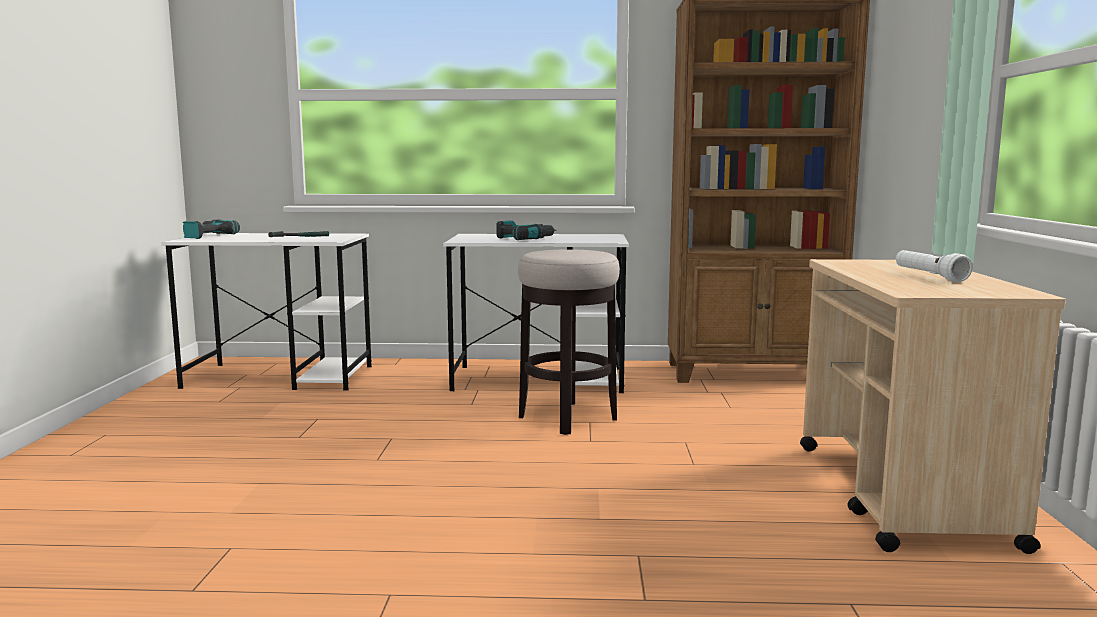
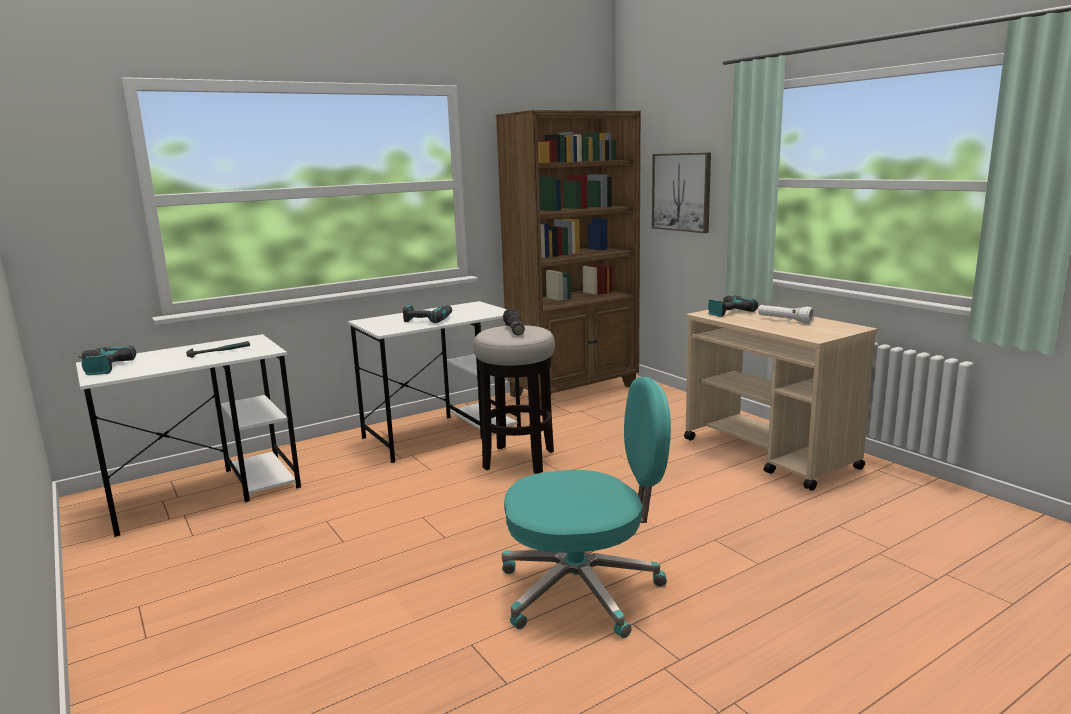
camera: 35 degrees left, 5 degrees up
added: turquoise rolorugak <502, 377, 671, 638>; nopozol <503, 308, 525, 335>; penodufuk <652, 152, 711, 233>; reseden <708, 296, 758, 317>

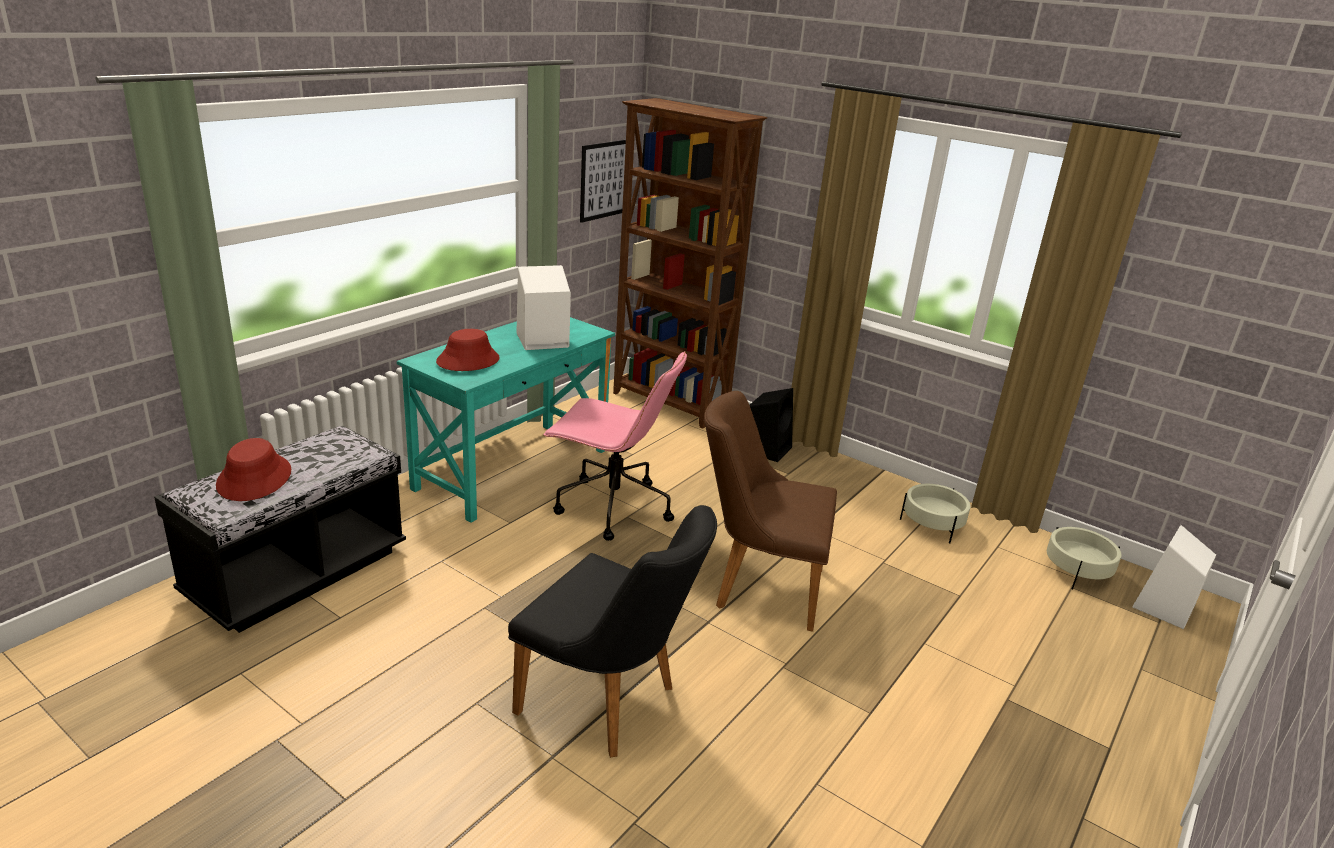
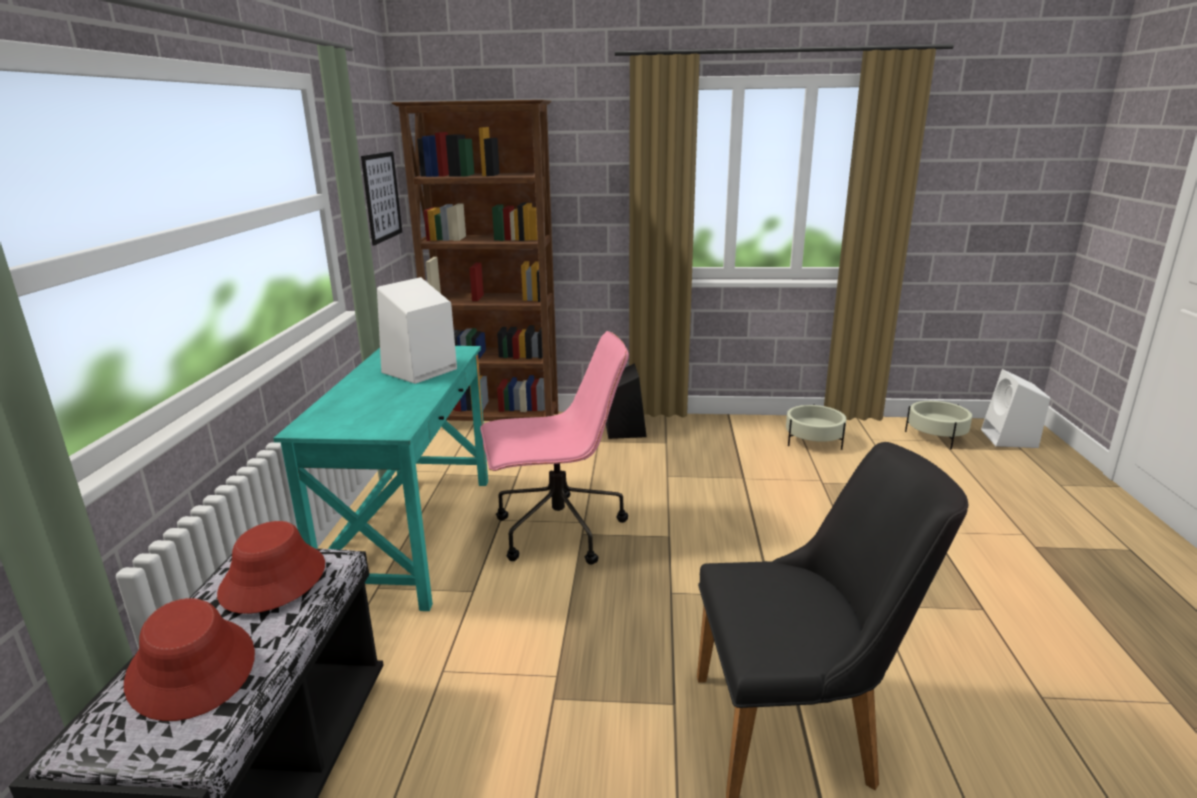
camera: 30 degrees left, 5 degrees down
removed: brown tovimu <704, 391, 837, 632>
moved: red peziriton <436, 329, 500, 371> to <217, 521, 325, 614>

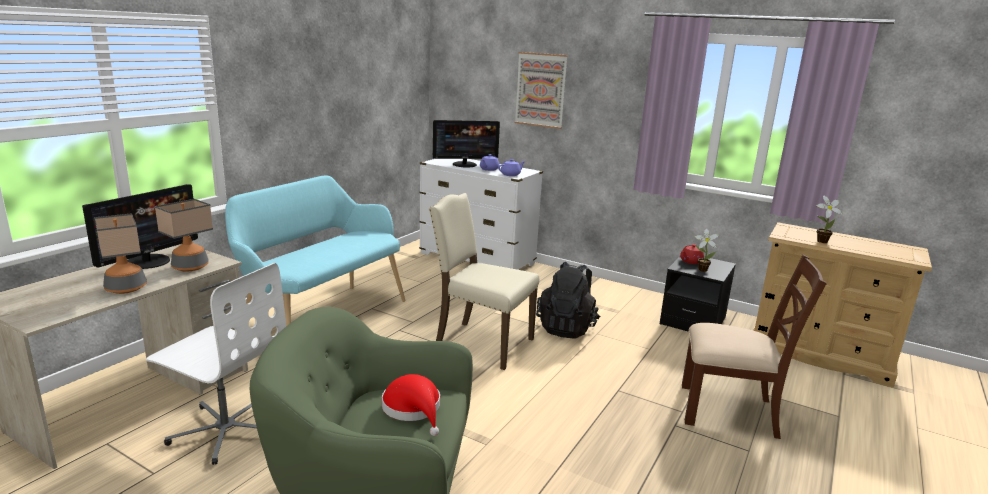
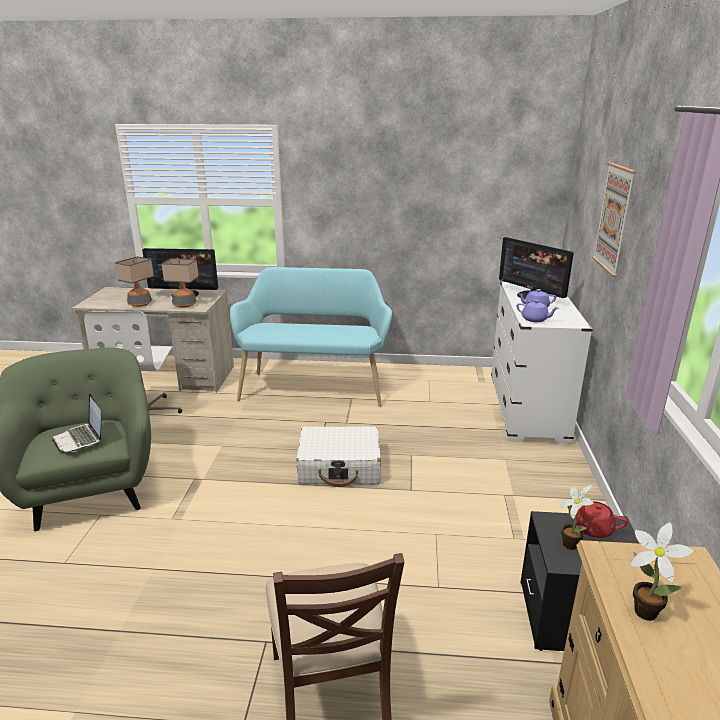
camera: 65 degrees right, 5 degrees up
removed: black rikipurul <536, 262, 600, 339>
replaced: red peziriton <382, 374, 440, 436> to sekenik <52, 393, 101, 452>; beige tovimu <429, 193, 540, 370> to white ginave <296, 426, 381, 487>

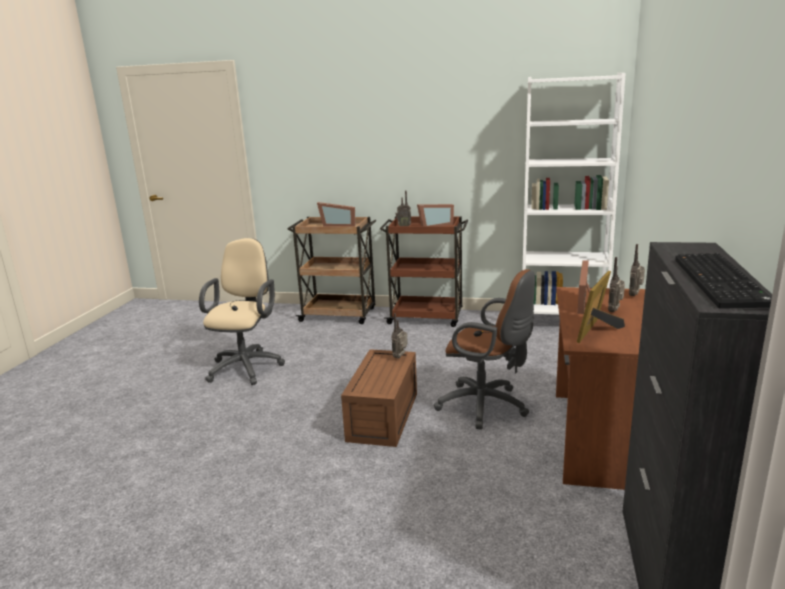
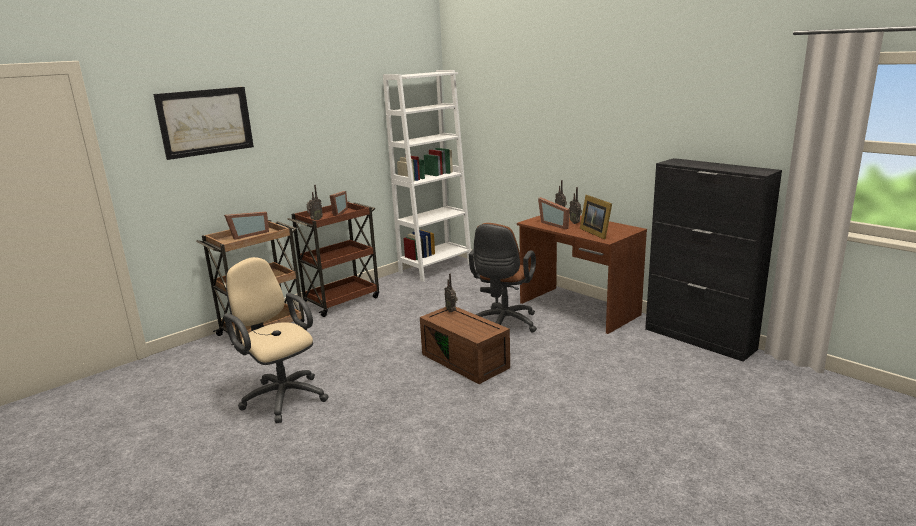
camera: 55 degrees left, 0 degrees up
removed: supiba <675, 253, 772, 309>
added: penodufuk <153, 87, 254, 160>
turned: brown rolorugak <434, 269, 535, 429> = <469, 223, 537, 333> 135 degrees clockwise

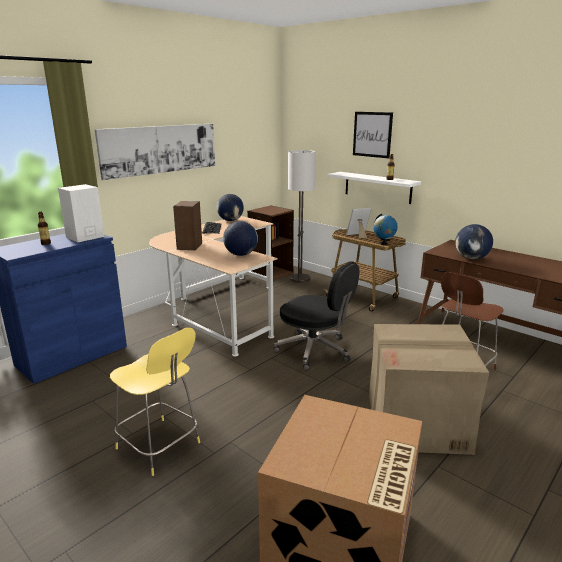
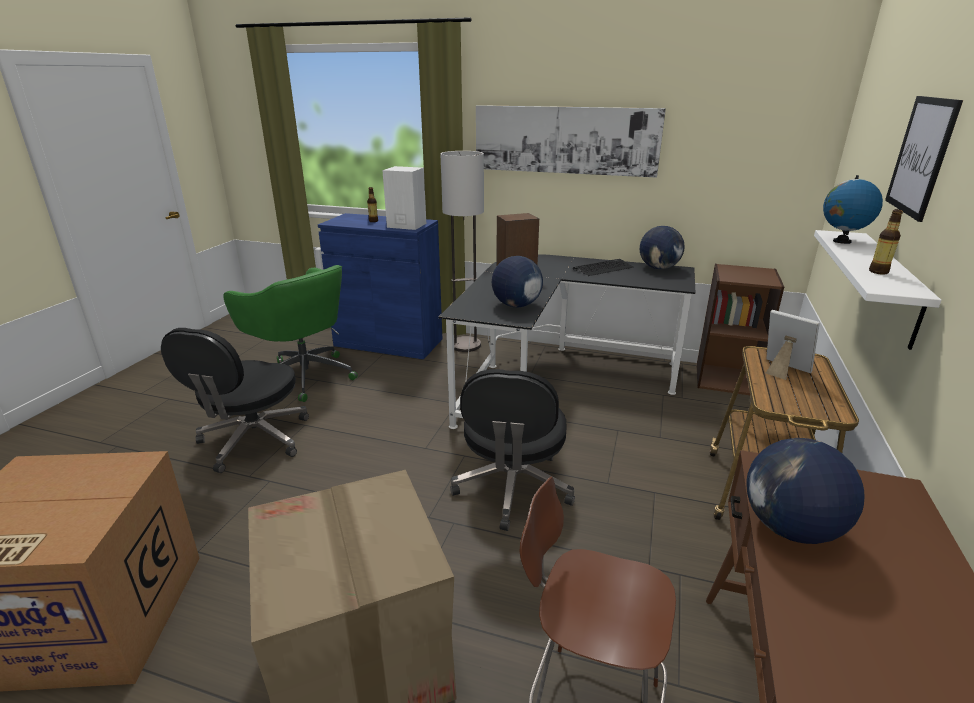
camera: 65 degrees right, 5 degrees up
added: green rolorugak <223, 265, 358, 402>
moved: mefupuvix <288, 150, 316, 283> to <440, 151, 484, 352>; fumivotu <373, 214, 398, 245> to <823, 175, 883, 244>
replaced: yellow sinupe <110, 328, 200, 476> to black rolorugak <161, 328, 309, 473>
recoloured: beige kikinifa <149, 216, 277, 356> to black kikinifa <439, 254, 696, 429>

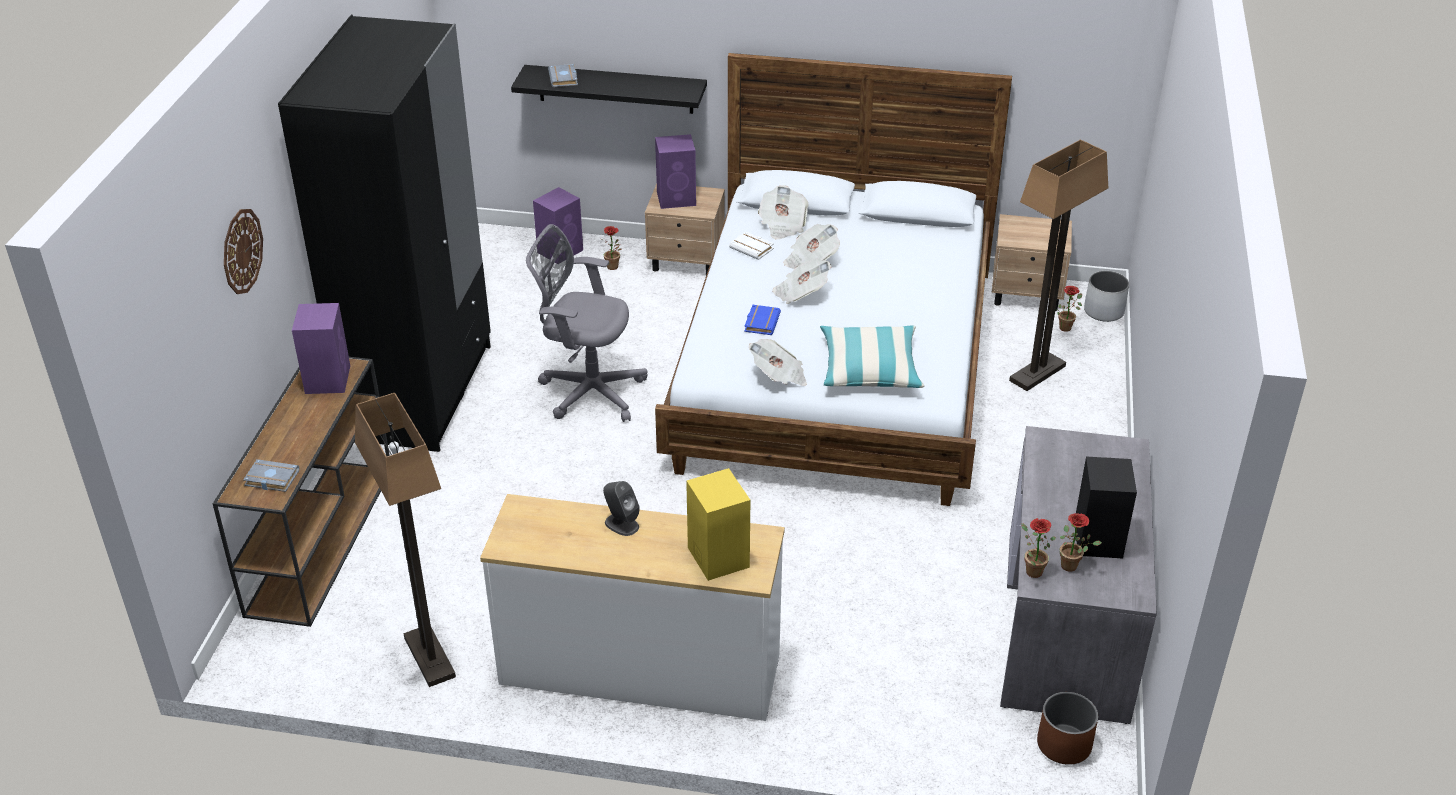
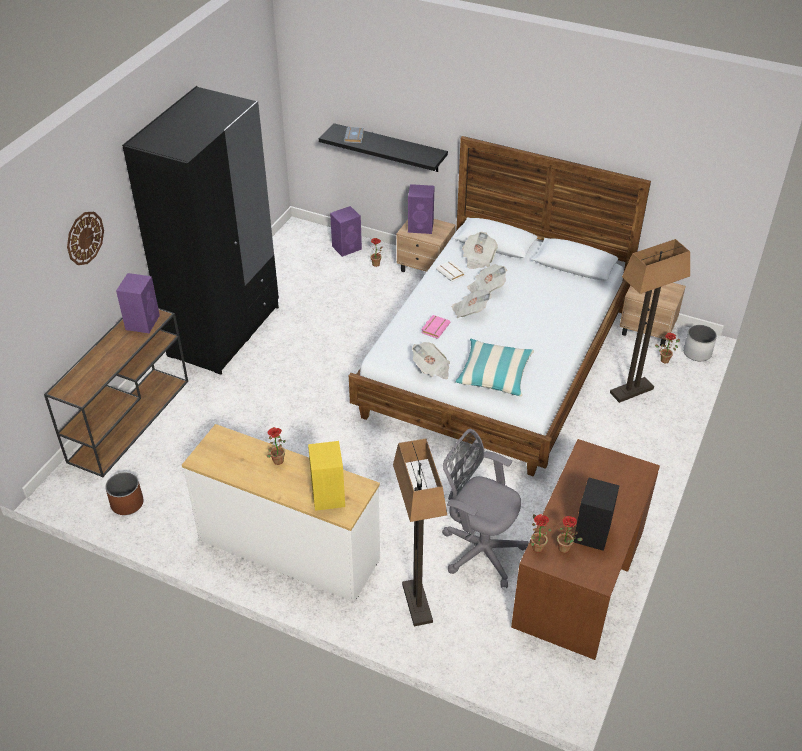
camera: 15 degrees right, 5 degrees up
removed: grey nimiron <243, 459, 299, 492>
moved: mefupuvix <355, 393, 456, 687> to <393, 438, 447, 626>; grey rolorugak <526, 224, 647, 422> to <442, 429, 529, 588>; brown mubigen <1037, 692, 1098, 765> to <105, 472, 144, 515>
replaced: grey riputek <603, 481, 640, 536> to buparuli <267, 427, 286, 465>
recoloured: blue nimiron <744, 305, 781, 335> to pink nimiron <421, 315, 450, 339>; grey kikinifa <1000, 426, 1157, 724> to brown kikinifa <511, 439, 660, 660>

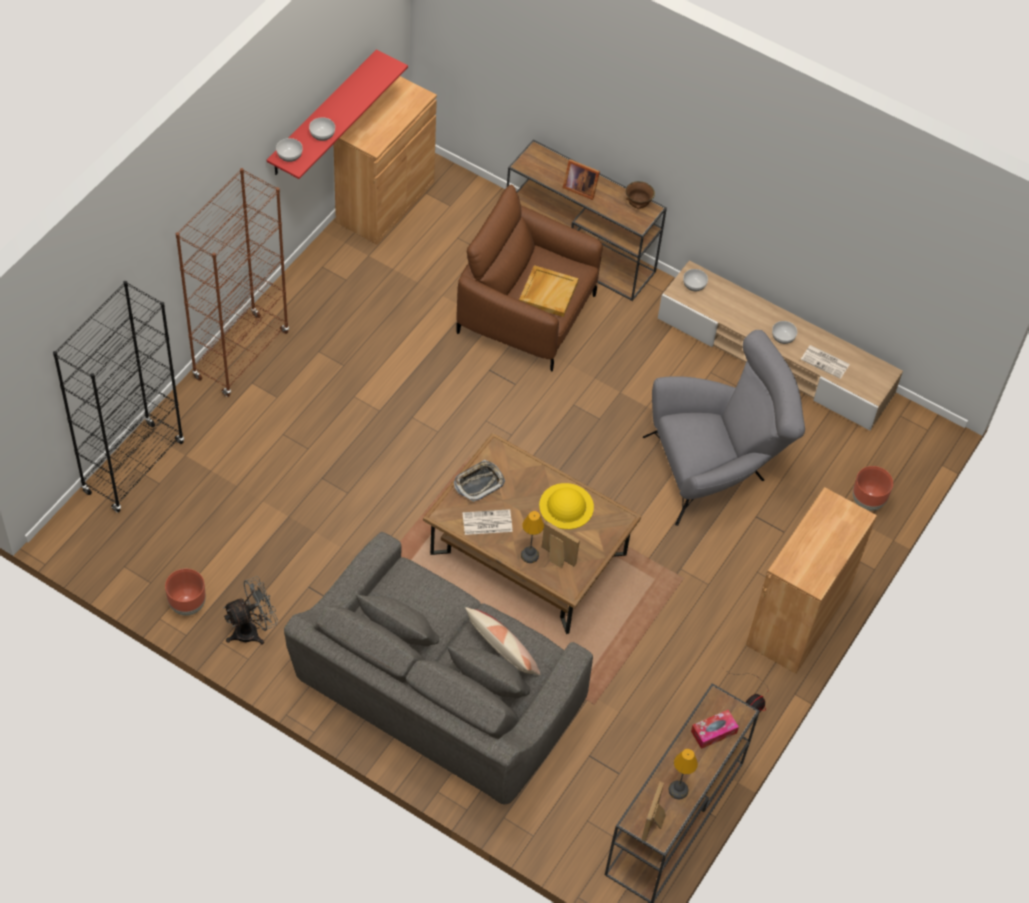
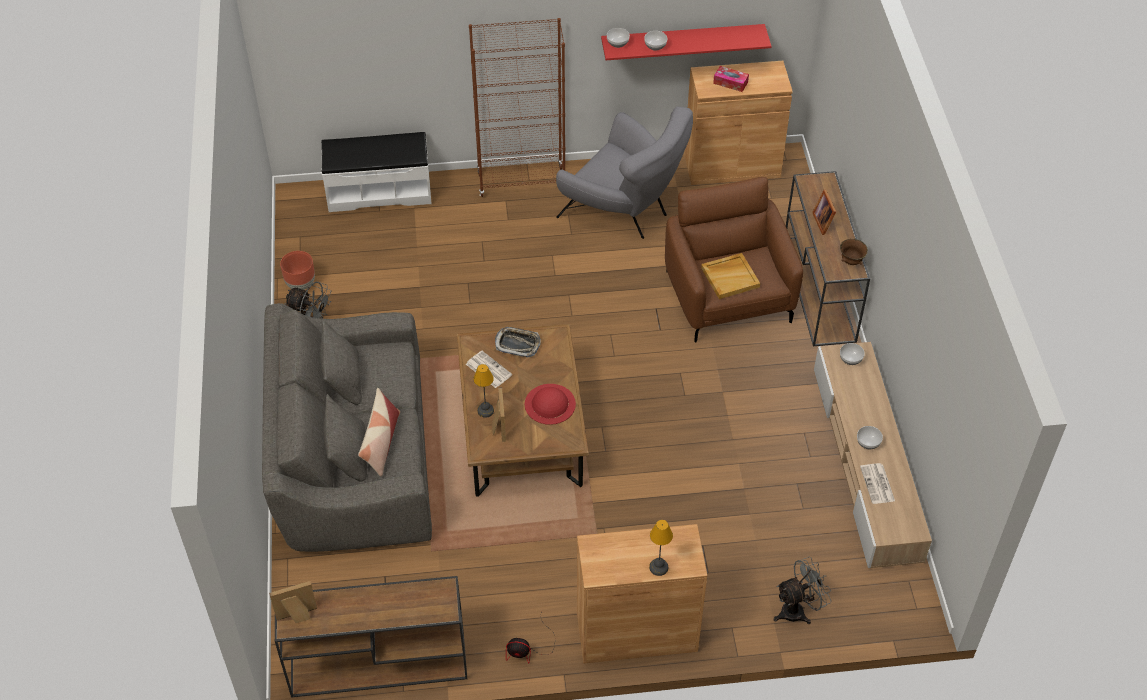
camera: 55 degrees right, 5 degrees down
moved: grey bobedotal <643, 330, 805, 526> to <556, 107, 693, 239>; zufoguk <669, 749, 698, 799> to <649, 520, 673, 576>; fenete <691, 710, 739, 749> to <713, 66, 749, 92>
replaced: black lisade <53, 281, 184, 513> to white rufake <321, 132, 431, 212>; brown mubigen <853, 466, 893, 511> to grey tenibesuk <774, 557, 832, 624>
recoloured: yellow peziriton <539, 483, 594, 529> to red peziriton <525, 384, 576, 425>

